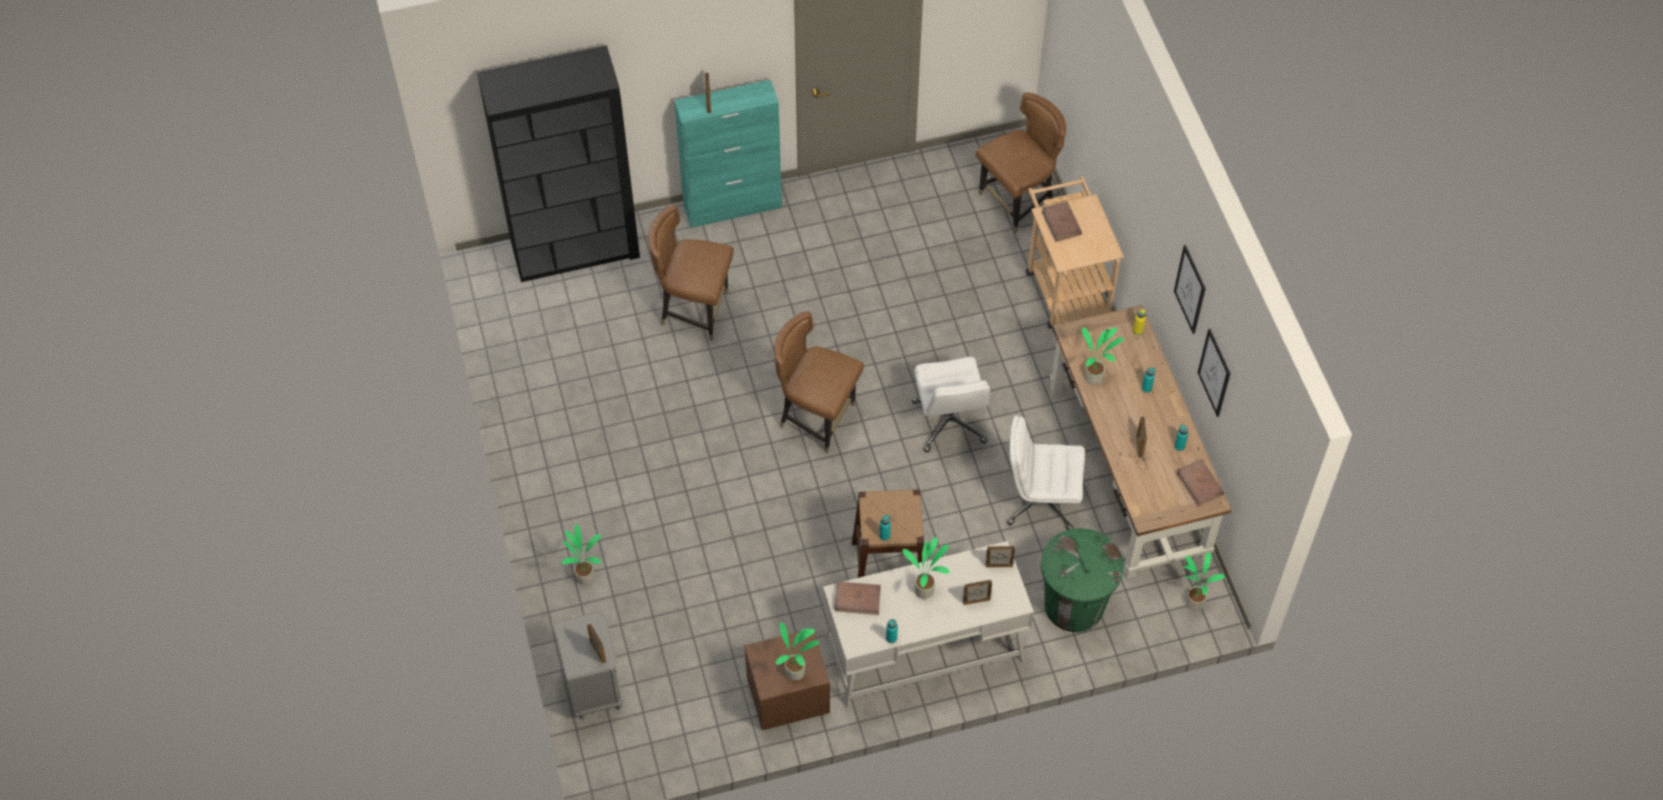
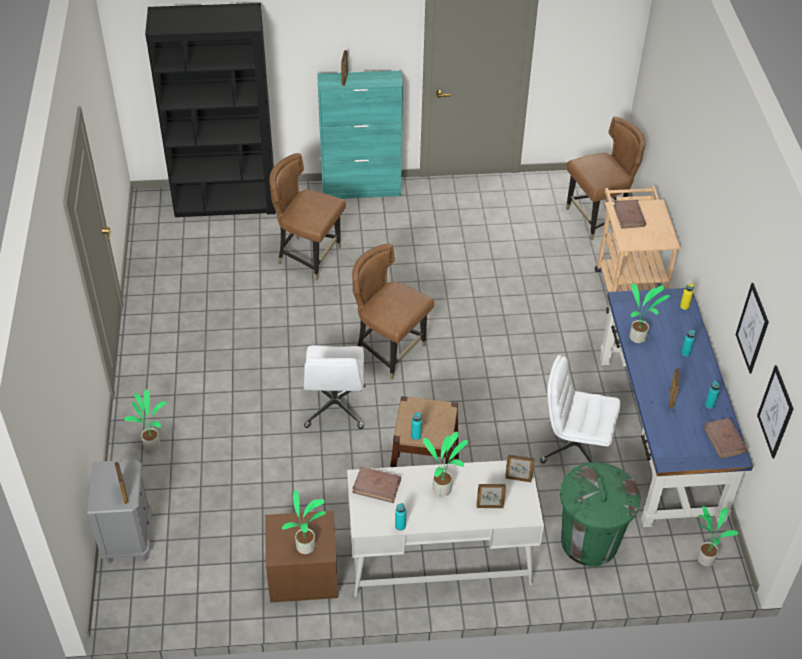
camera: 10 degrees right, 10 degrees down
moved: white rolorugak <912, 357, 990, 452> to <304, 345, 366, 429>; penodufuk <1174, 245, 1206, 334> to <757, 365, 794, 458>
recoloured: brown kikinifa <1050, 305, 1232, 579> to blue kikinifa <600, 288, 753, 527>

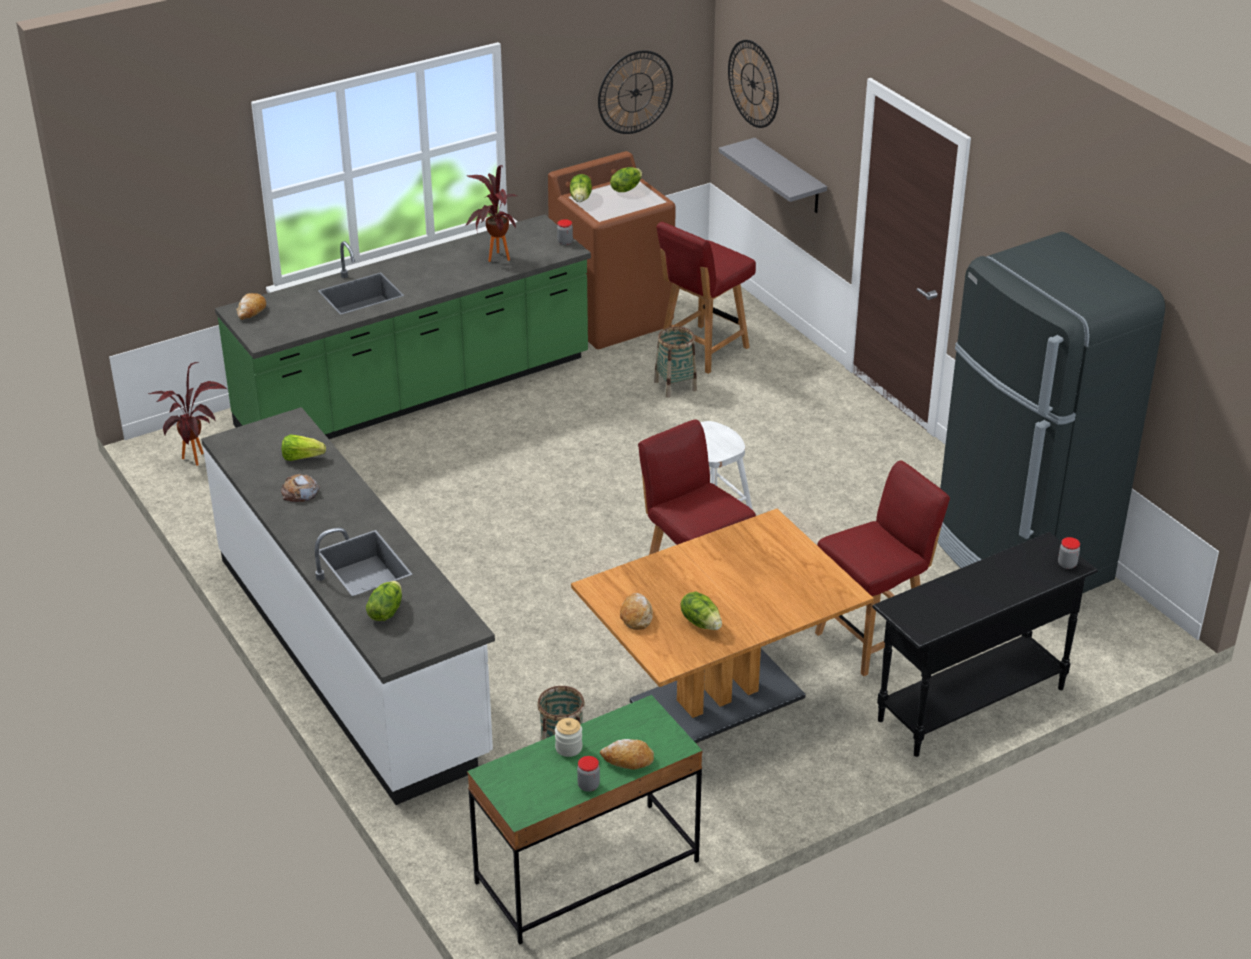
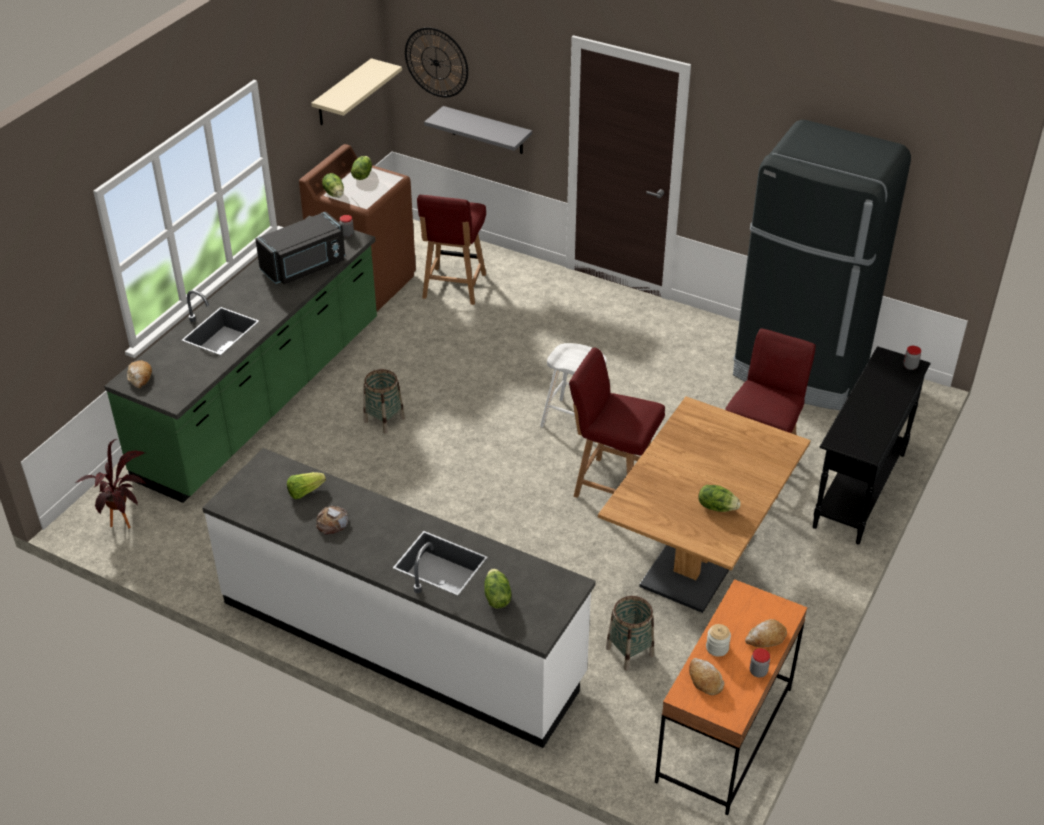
camera: 30 degrees left, 5 degrees up
moved: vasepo <620, 593, 653, 630> to <689, 658, 724, 695>; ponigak <654, 326, 697, 398> to <363, 369, 405, 434>
replaced: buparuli <465, 165, 517, 262> to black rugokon <255, 211, 345, 284>; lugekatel <598, 50, 673, 134> to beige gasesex <311, 58, 402, 125>
recoloured: green kikinifa <467, 695, 703, 944> to orange kikinifa <655, 579, 808, 815>

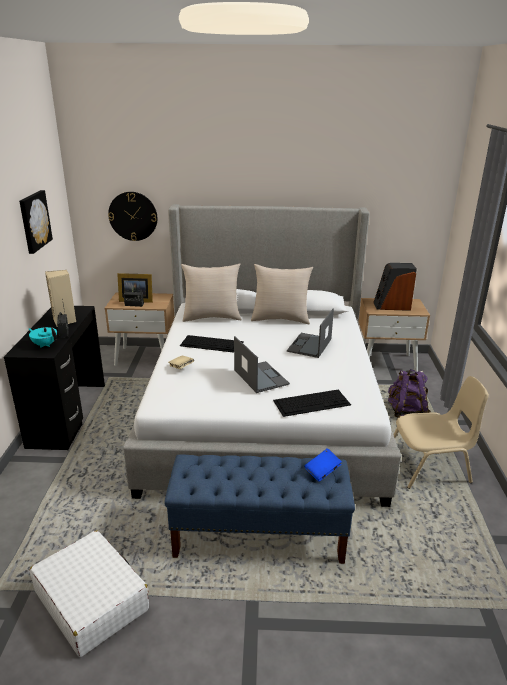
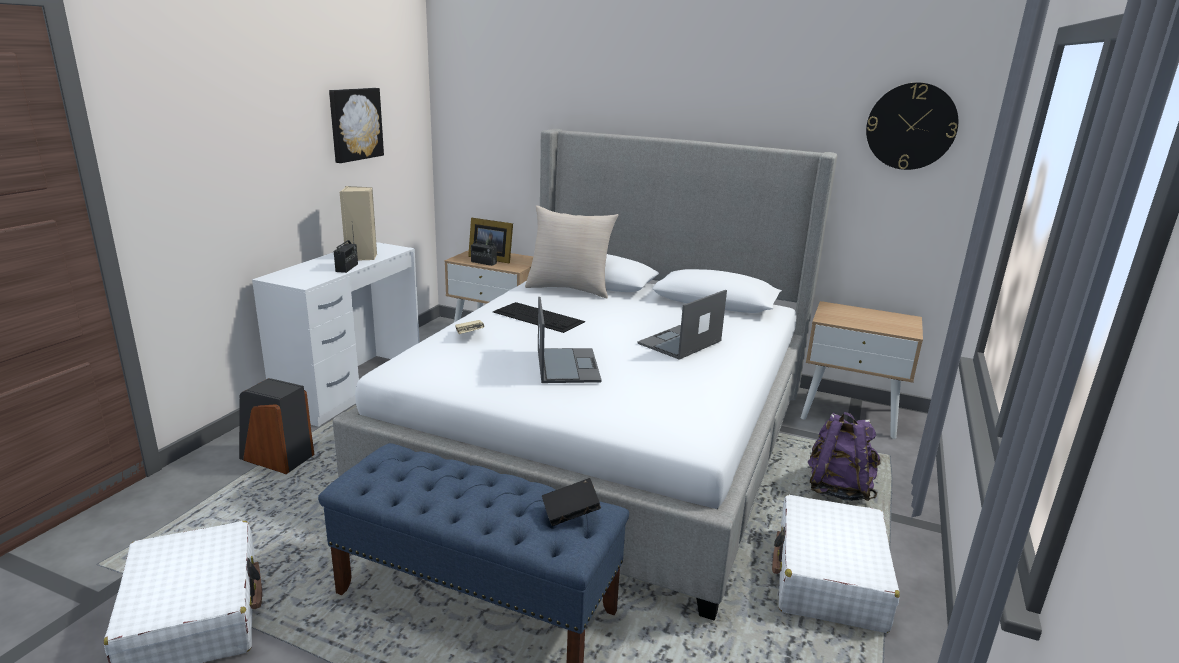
camera: 20 degrees right, 5 degrees down
removed: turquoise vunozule <29, 327, 57, 348>; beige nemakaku <251, 264, 313, 325>; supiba <273, 390, 351, 417>
moved: lugekatel <108, 192, 157, 241> to <866, 82, 958, 170>; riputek <373, 263, 417, 311> to <239, 378, 315, 474>
replaced: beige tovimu <393, 376, 489, 489> to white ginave <772, 495, 900, 633>
recoloured: black kikinifa <4, 306, 105, 450> to white kikinifa <252, 242, 420, 427>; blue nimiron <304, 448, 342, 481> to black nimiron <542, 478, 601, 526>

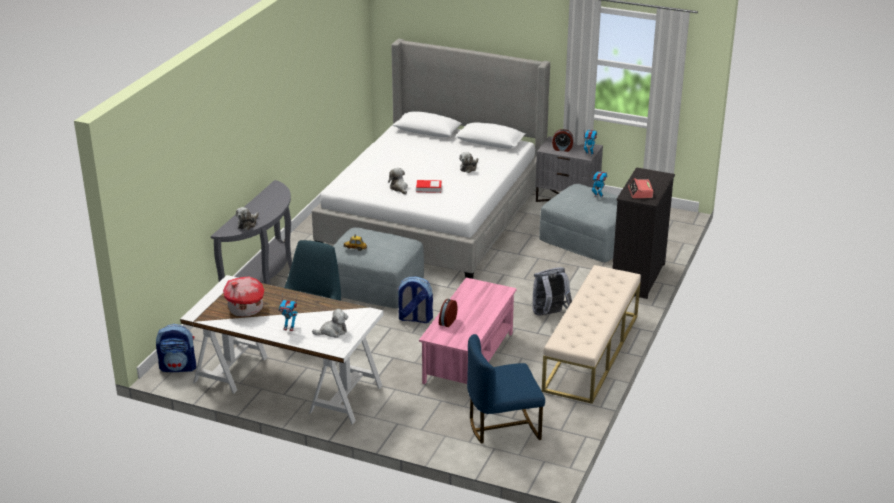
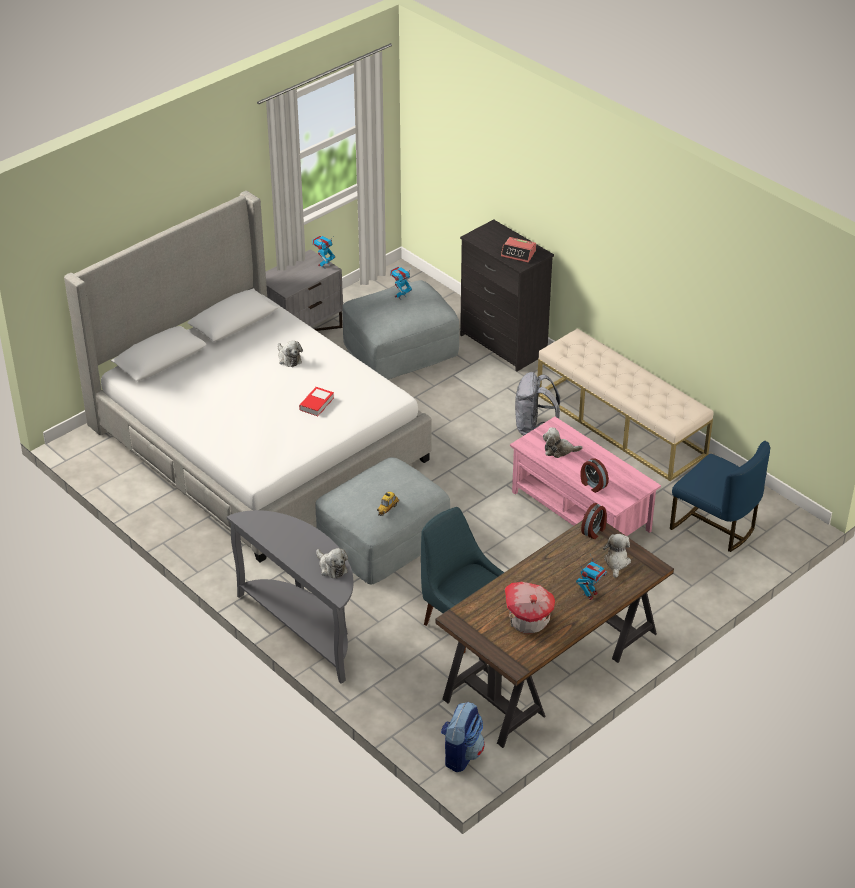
camera: 65 degrees left, 10 degrees up
removed: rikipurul <397, 276, 433, 323>
moved: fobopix <388, 168, 408, 194> to <543, 427, 583, 458>; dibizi <552, 129, 574, 152> to <581, 503, 607, 539>
recoloured: white kikinifa <180, 275, 384, 425> to brown kikinifa <436, 520, 674, 748>
turned: blue tovimu <467, 334, 545, 444> = <670, 441, 770, 552> 60 degrees counterclockwise

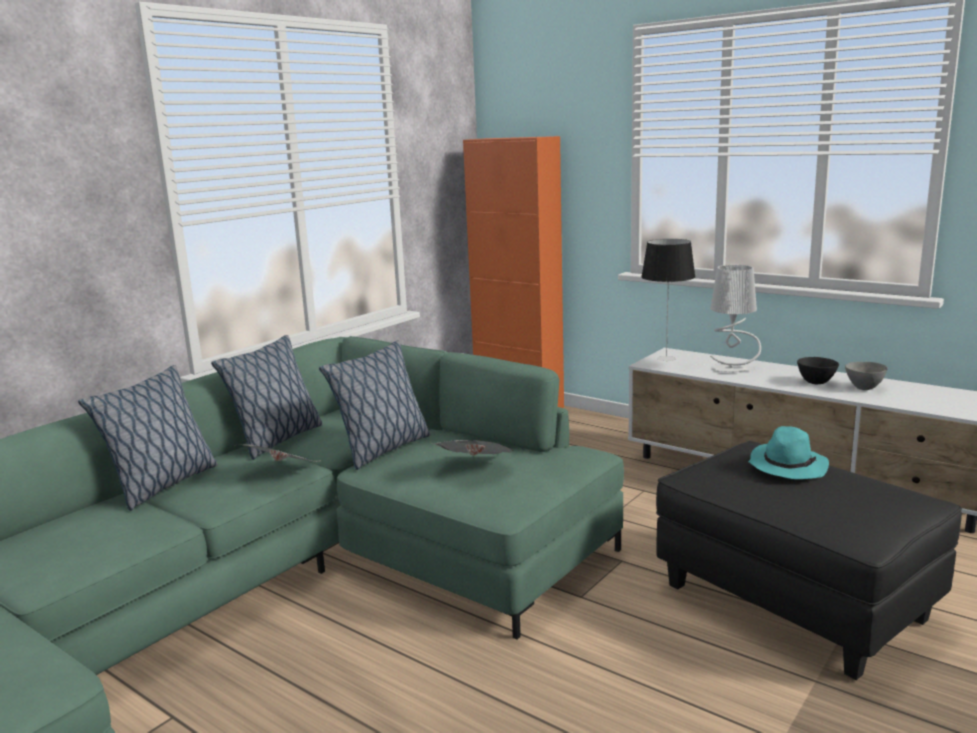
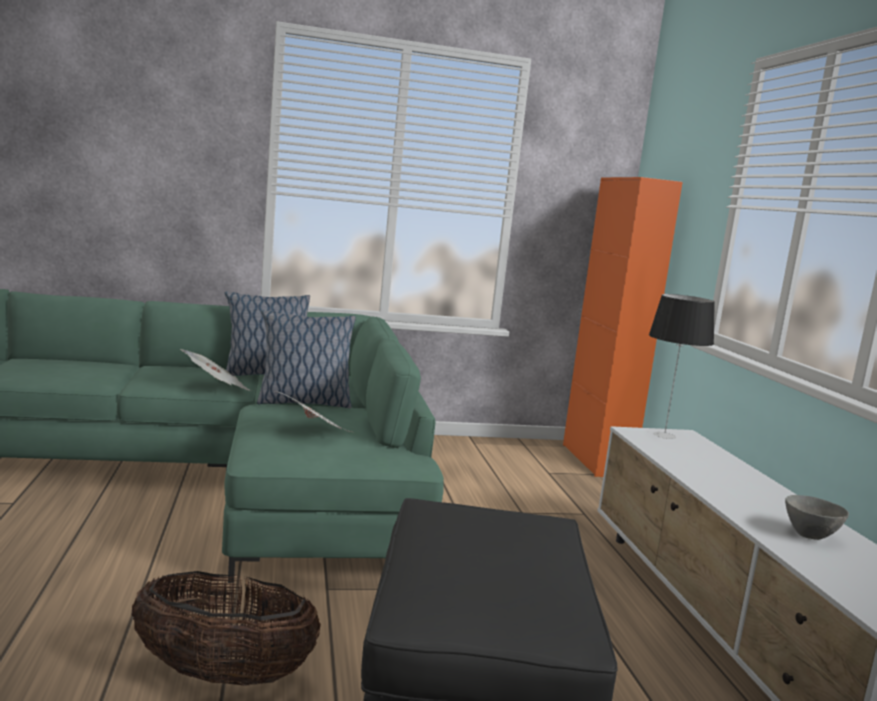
camera: 40 degrees right, 5 degrees down
removed: nemakaku <78, 365, 218, 511>; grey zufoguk <710, 265, 761, 372>; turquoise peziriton <748, 426, 829, 479>; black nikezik <797, 357, 839, 384>
added: ponigak <132, 571, 321, 686>

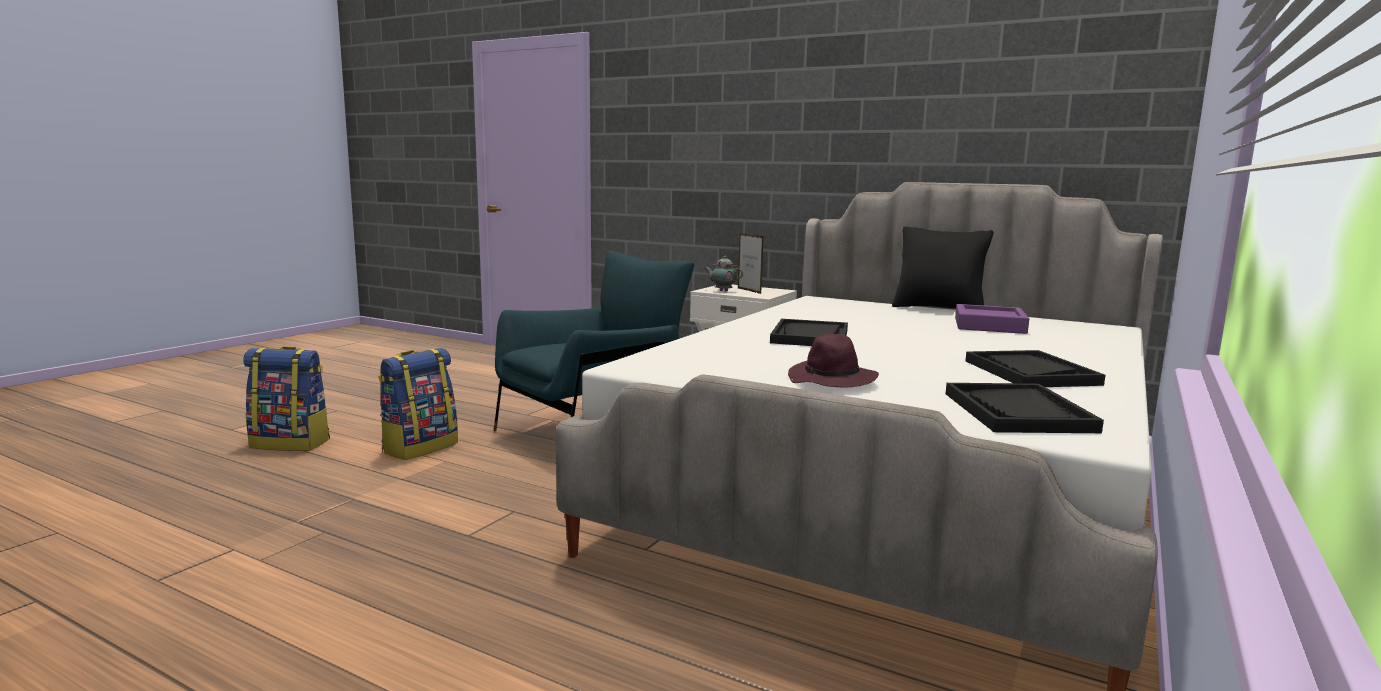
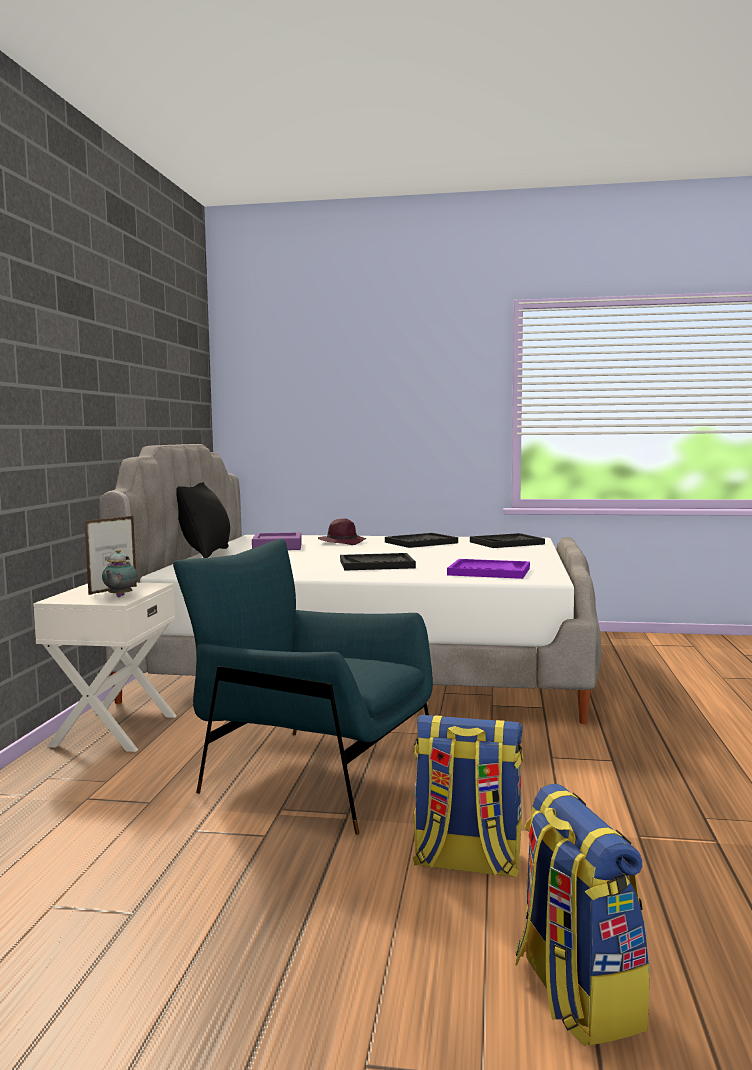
camera: 110 degrees left, 5 degrees down
added: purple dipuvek <447, 559, 530, 579>
moved: purple peziriton <788, 334, 879, 388> to <318, 518, 366, 545>

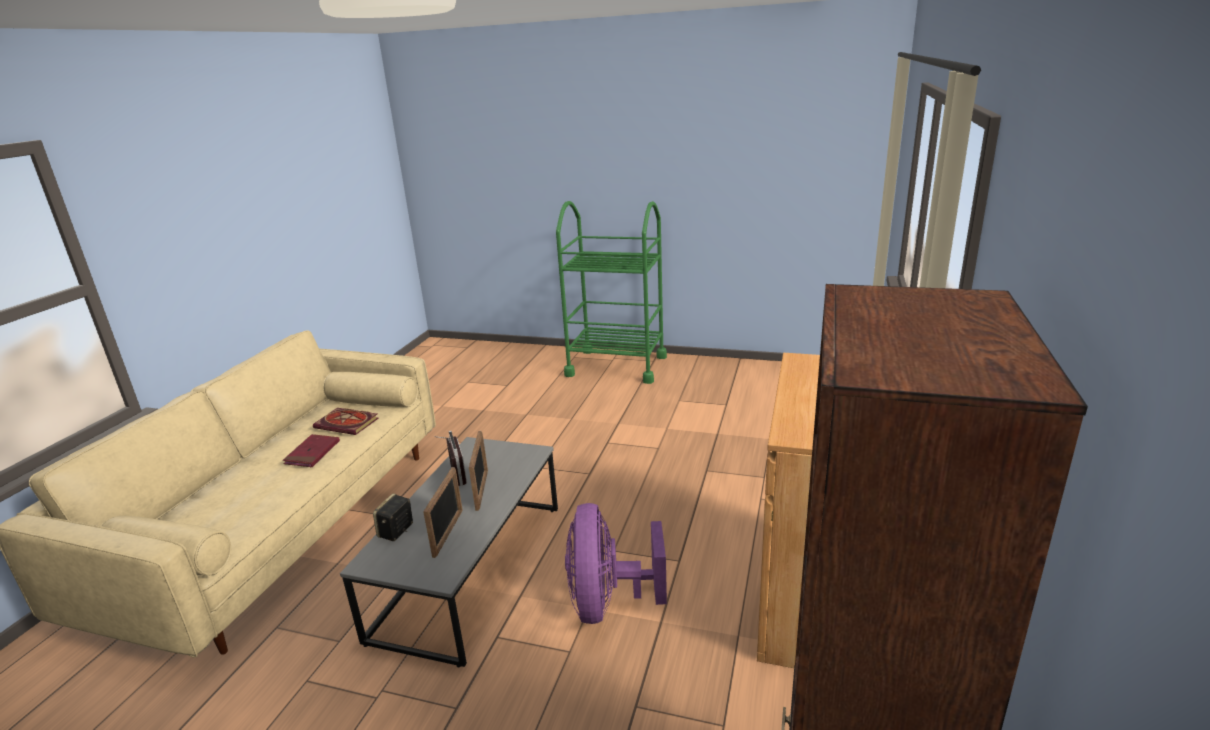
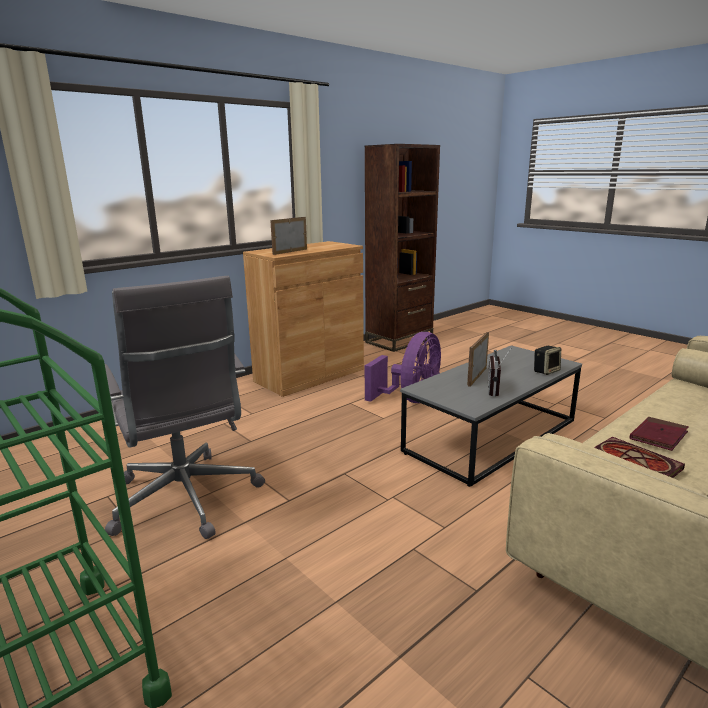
camera: 150 degrees left, 5 degrees down
added: grey rolorugak <105, 276, 265, 539>
moved: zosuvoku <423, 467, 463, 558> to <270, 217, 307, 255>

